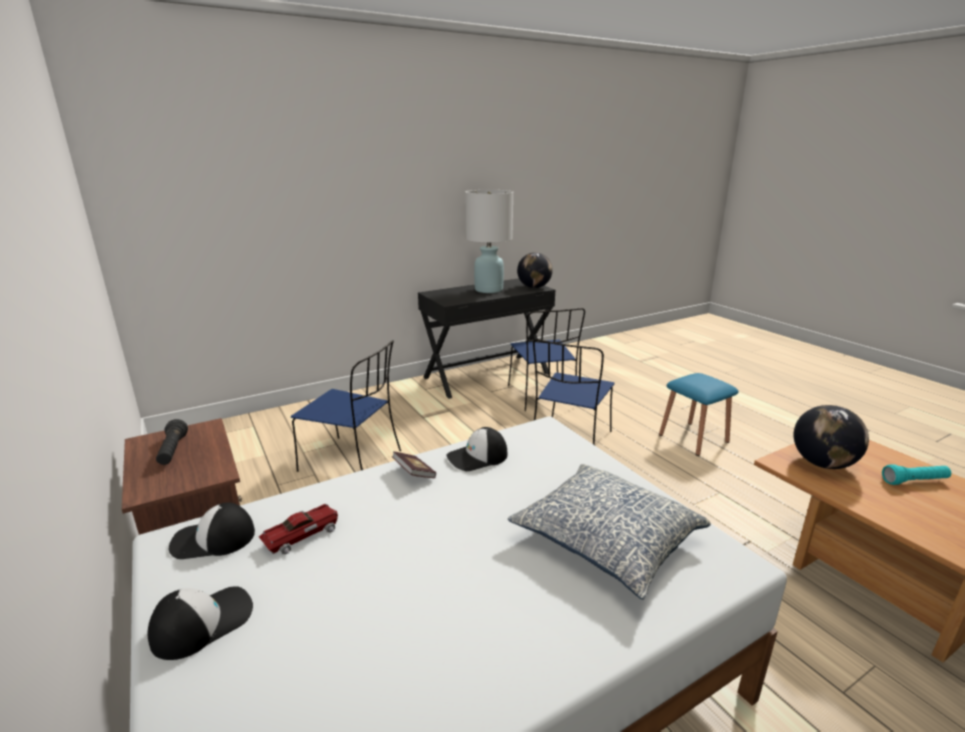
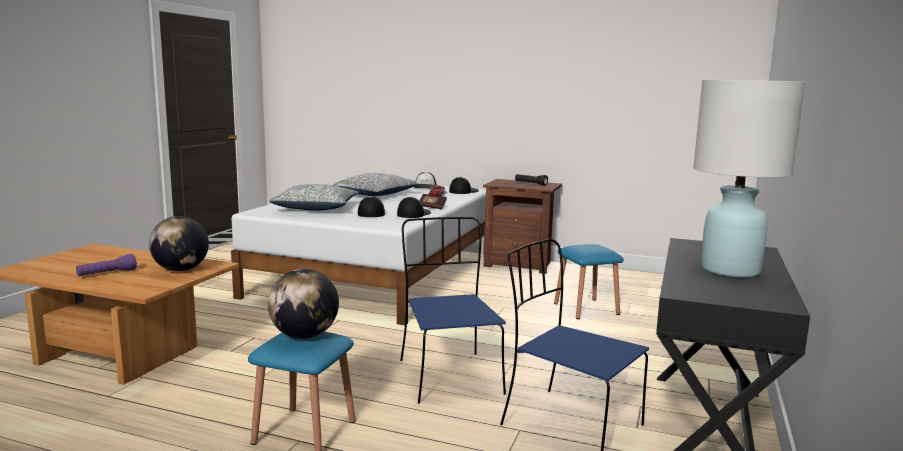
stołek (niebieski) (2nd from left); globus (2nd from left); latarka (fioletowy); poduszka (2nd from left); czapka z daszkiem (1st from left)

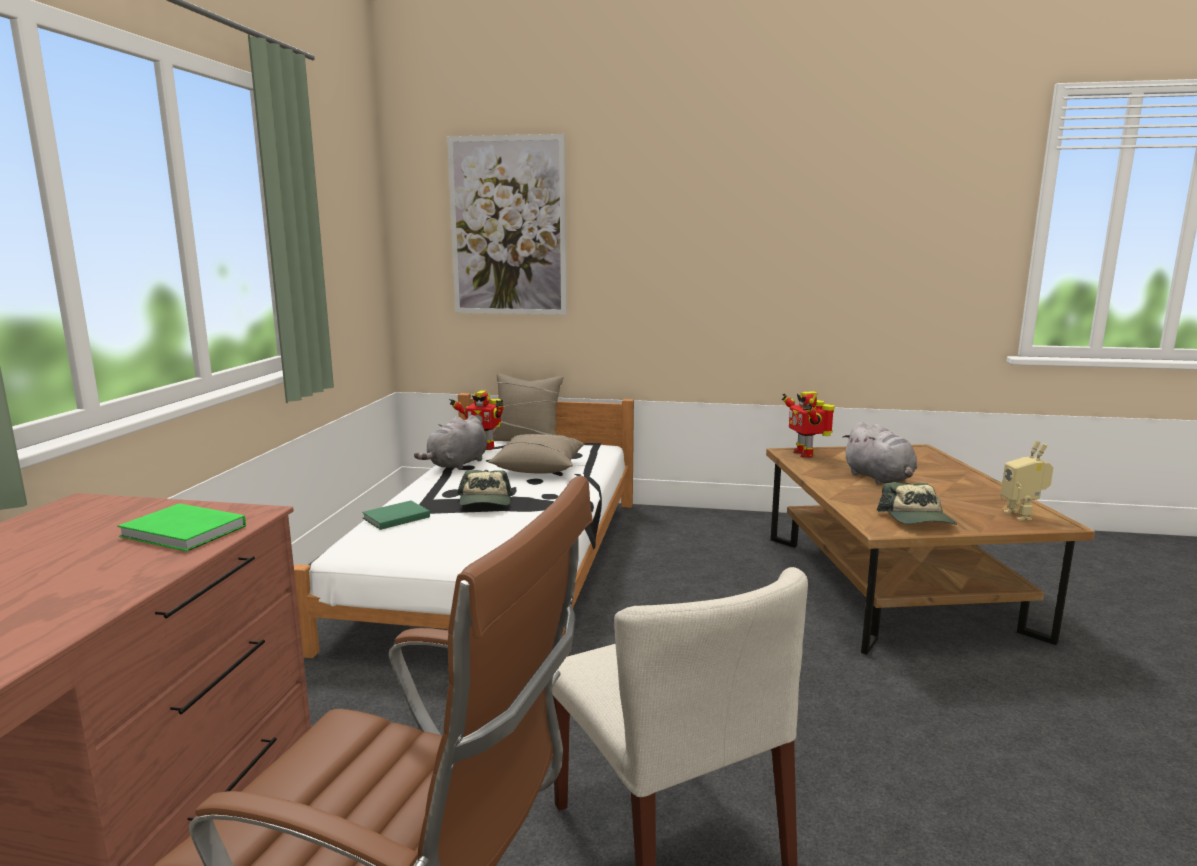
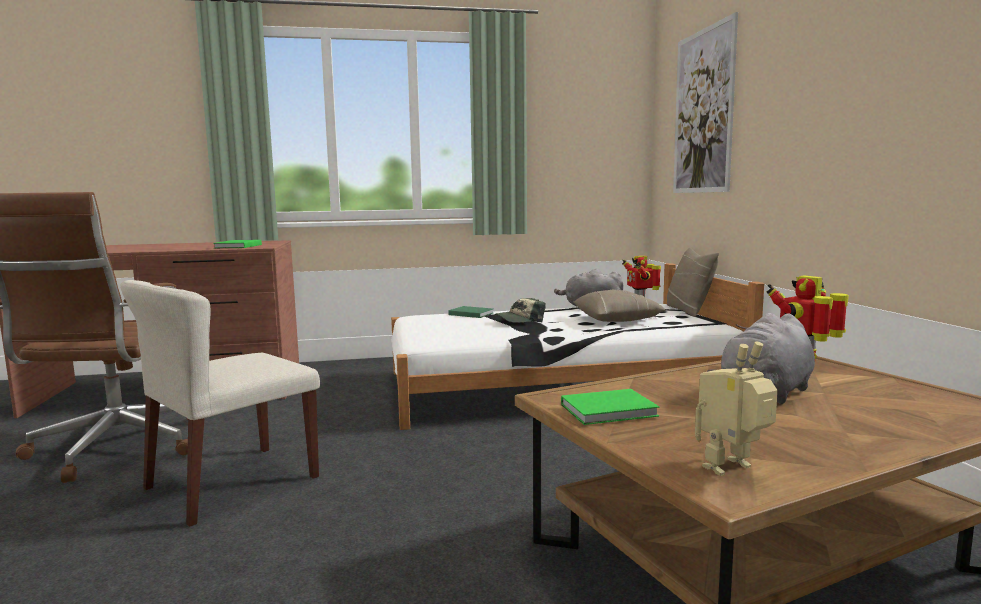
książka (zielony) (3rd from left)

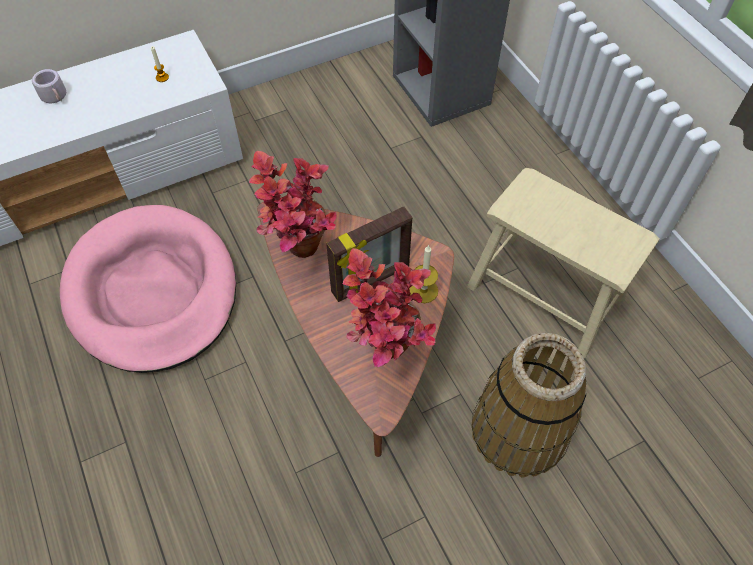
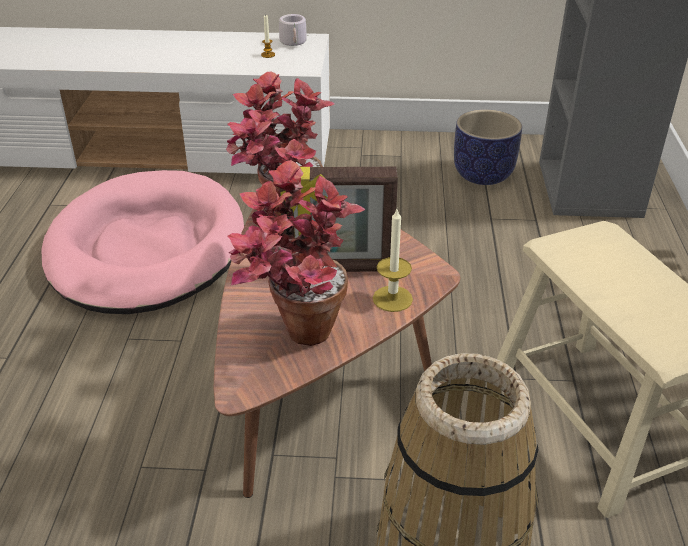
kubek (szary); donica

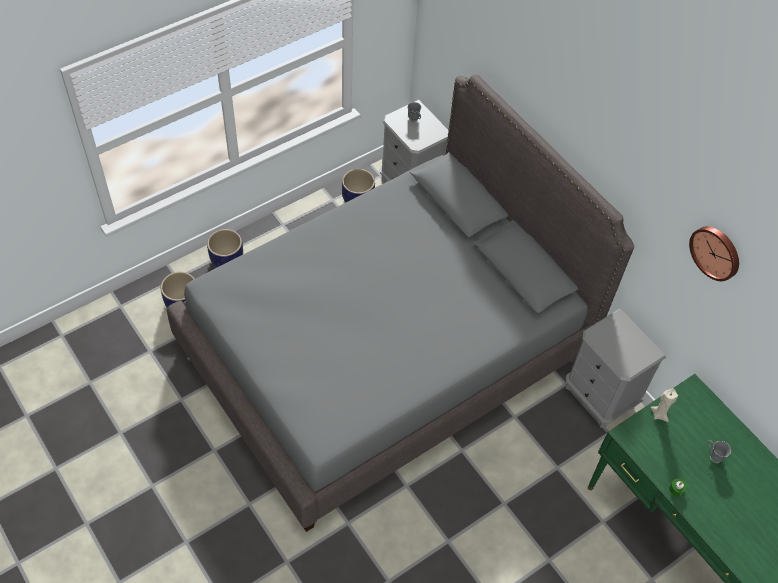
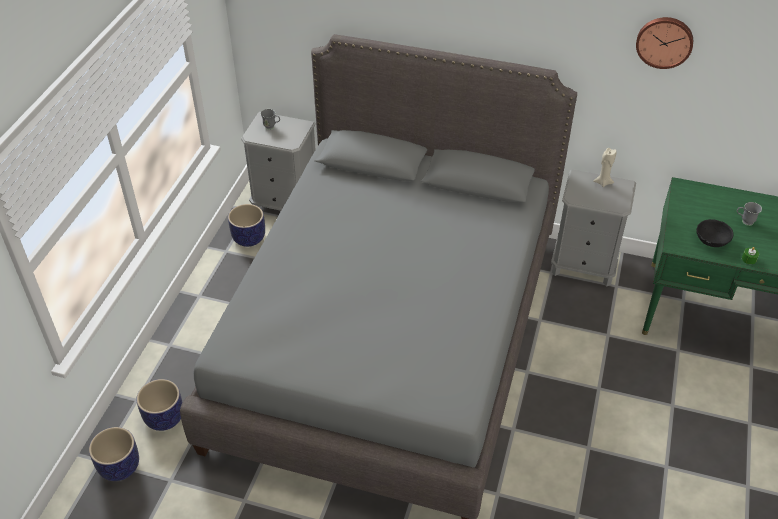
donica (1st from left); świeca (beżowy); miska (czarny)

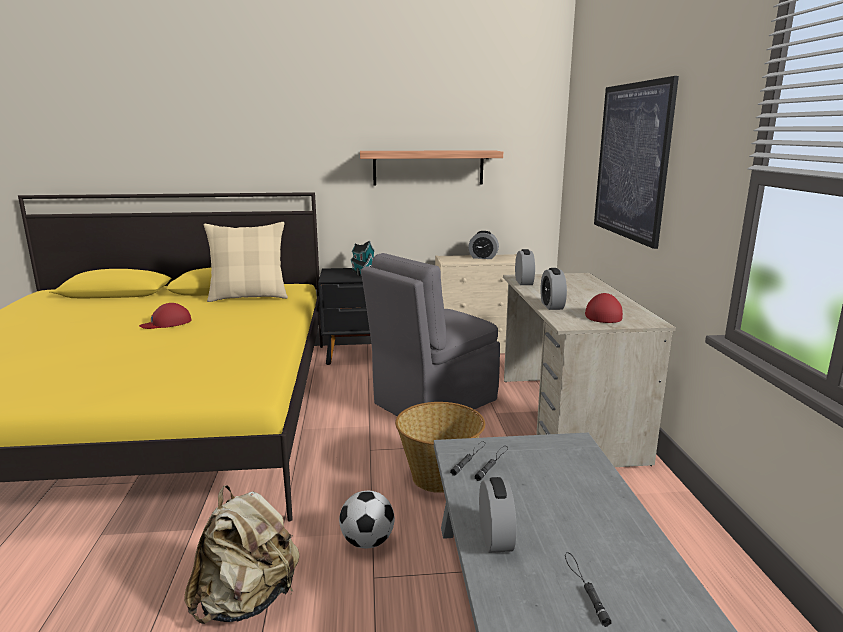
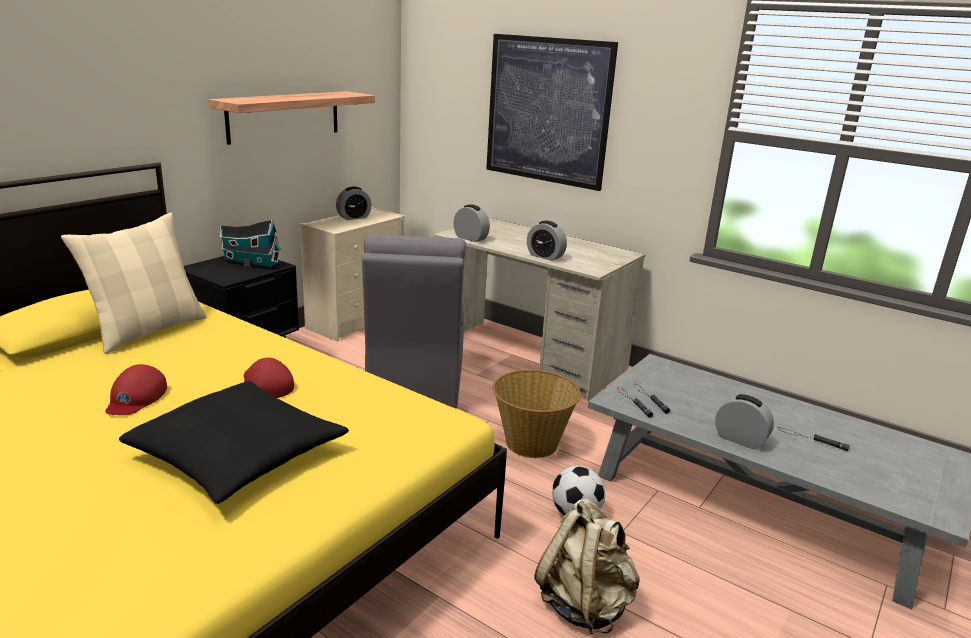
czapka z daszkiem (czerwony) (2nd from left); poduszka (czarny)

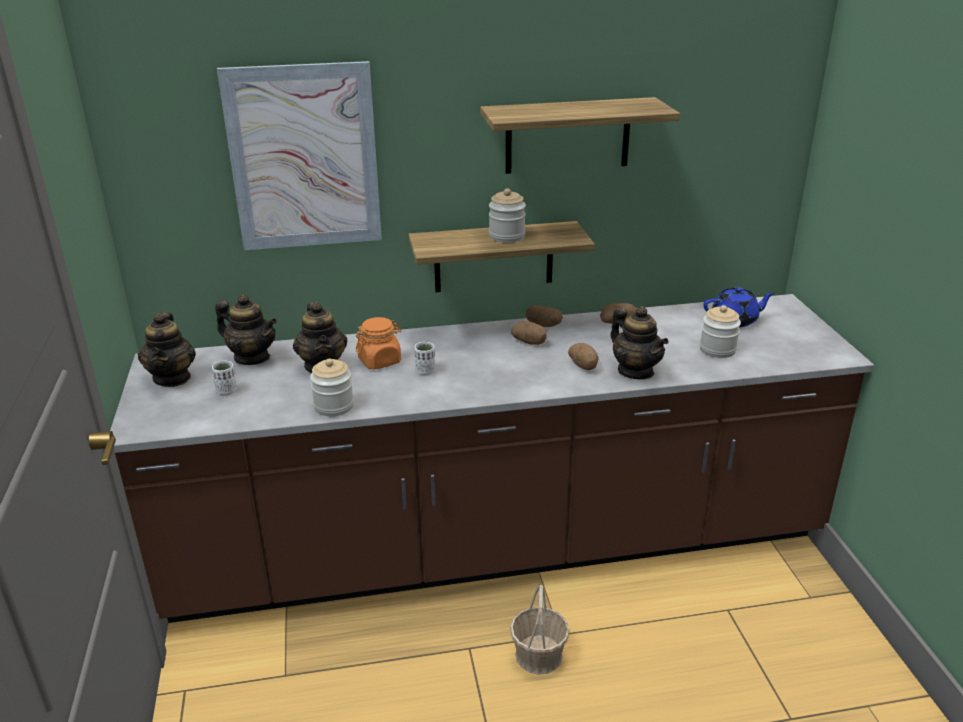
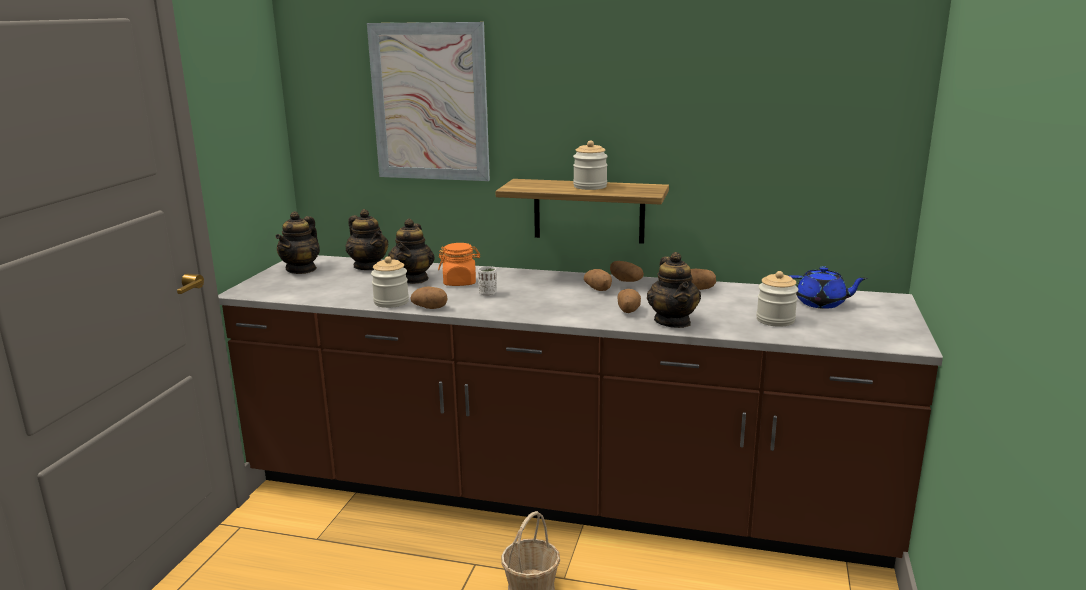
filiżanka (biały) (1st from left in the first image); półka (2nd from left in the first image); ziemniak (1st from left)

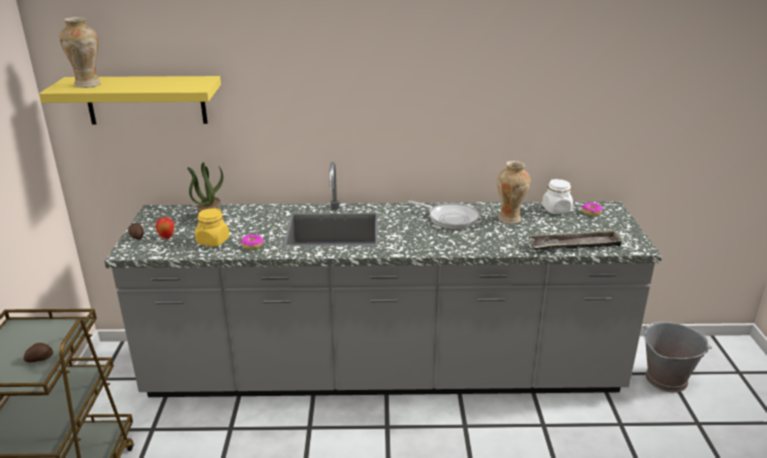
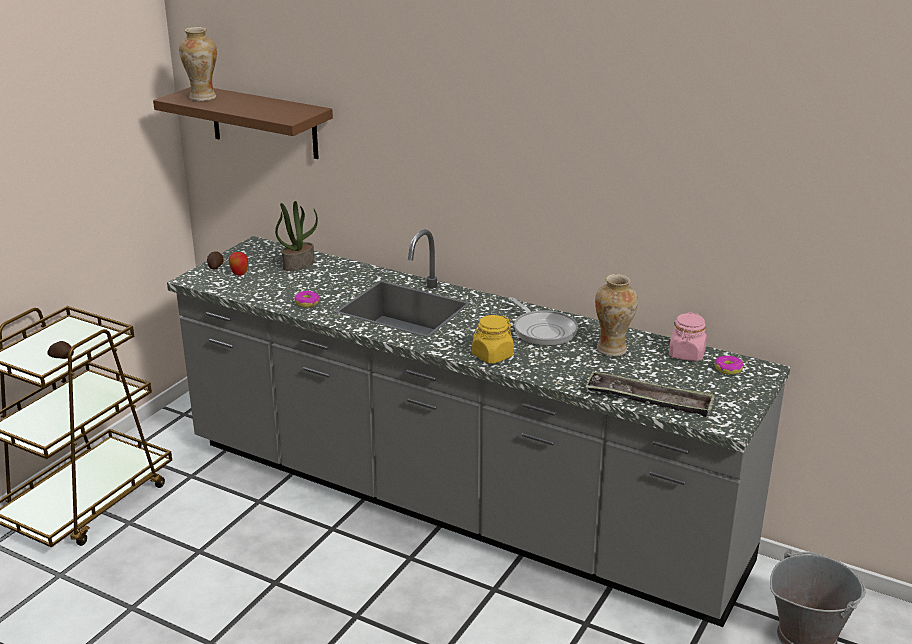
półka (brązowy); słoik (żółty); słoik (różowy)

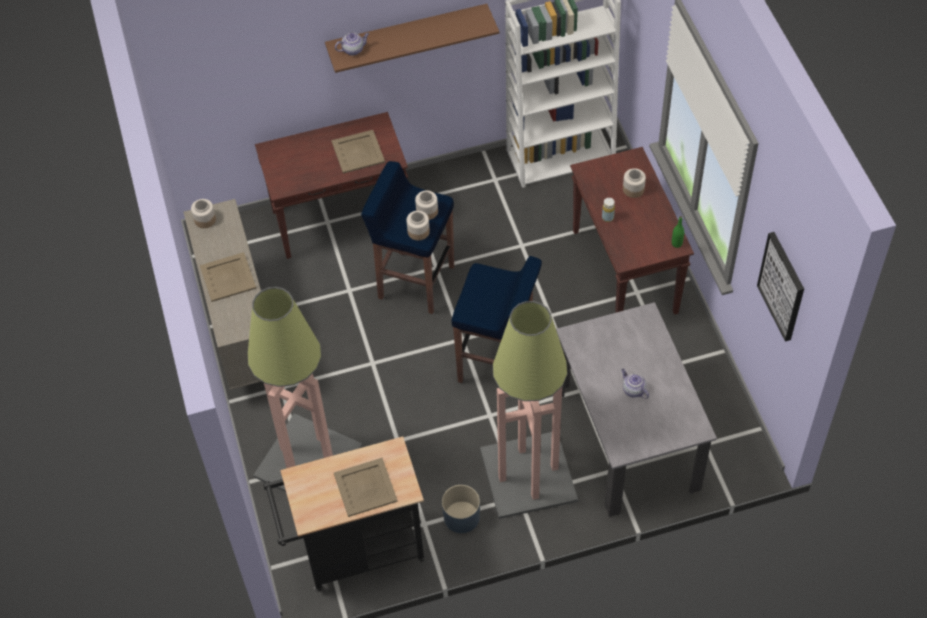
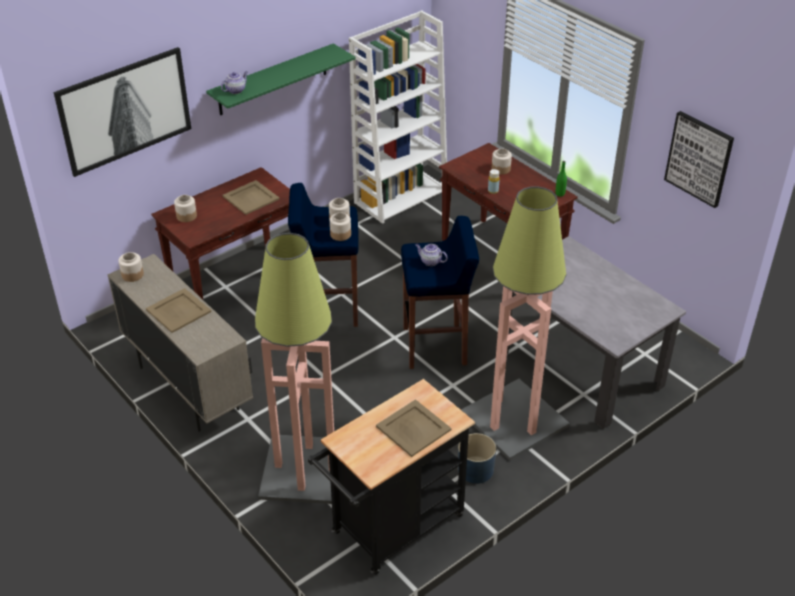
półka (zielony); imbryk (2nd from left); obraz (1st from left); słoik (2nd from left)

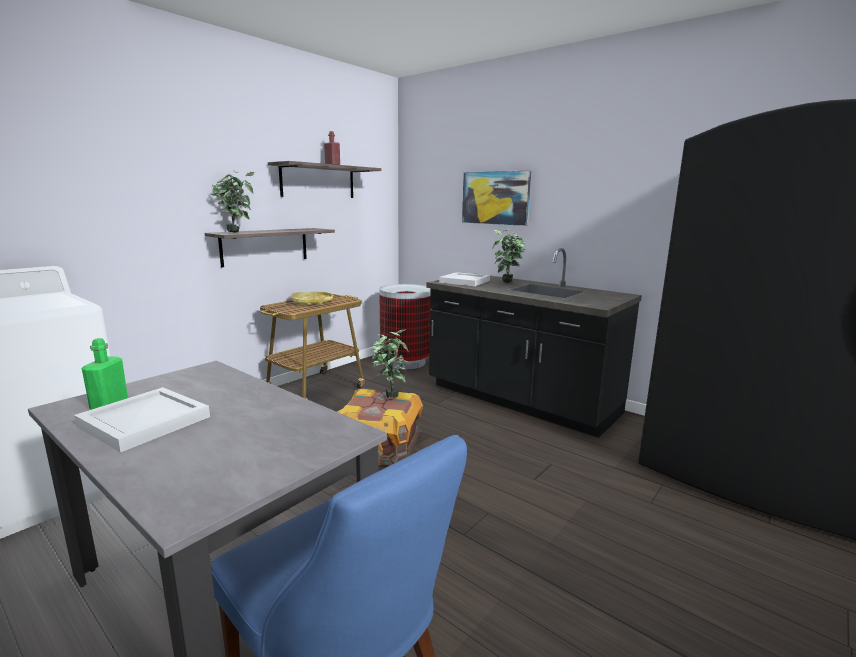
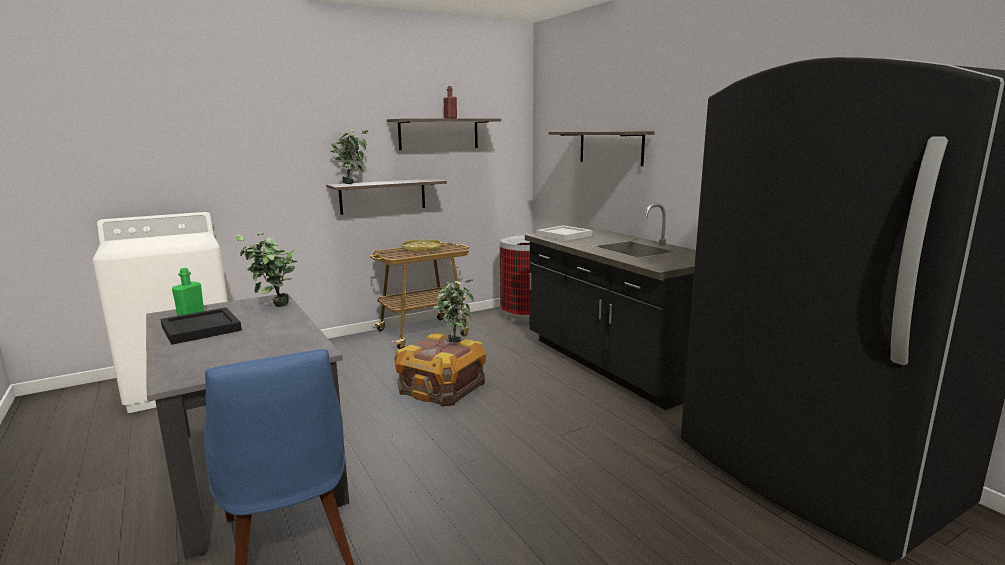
taca (czarny); półka (3rd from left); roślina doniczkowa (1st from left)

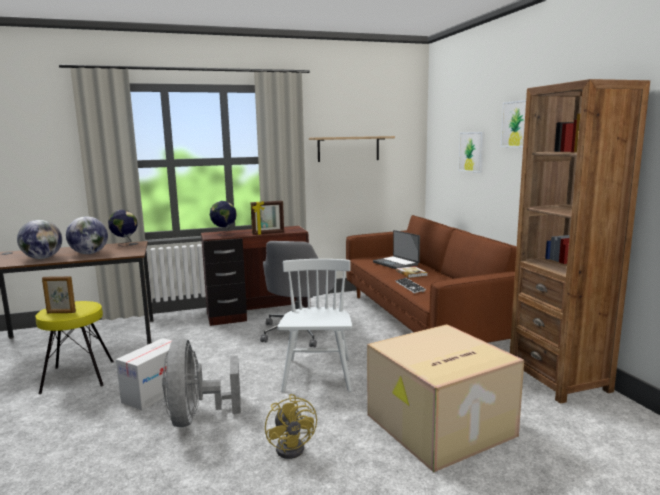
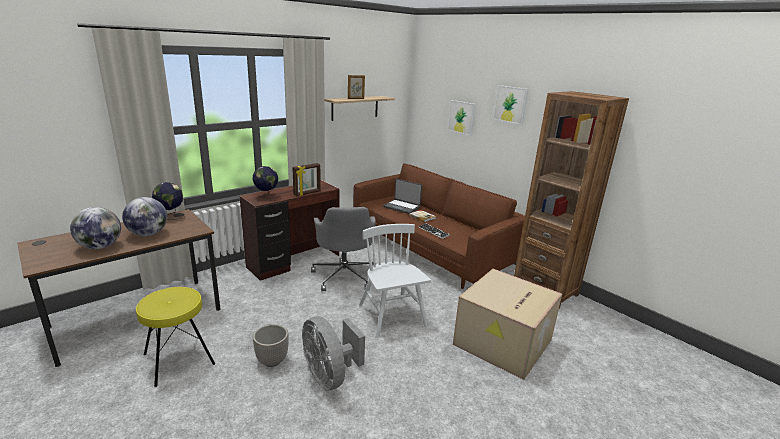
ramka na zdjęcie (2nd from left); donica; wentylator (żółty)

